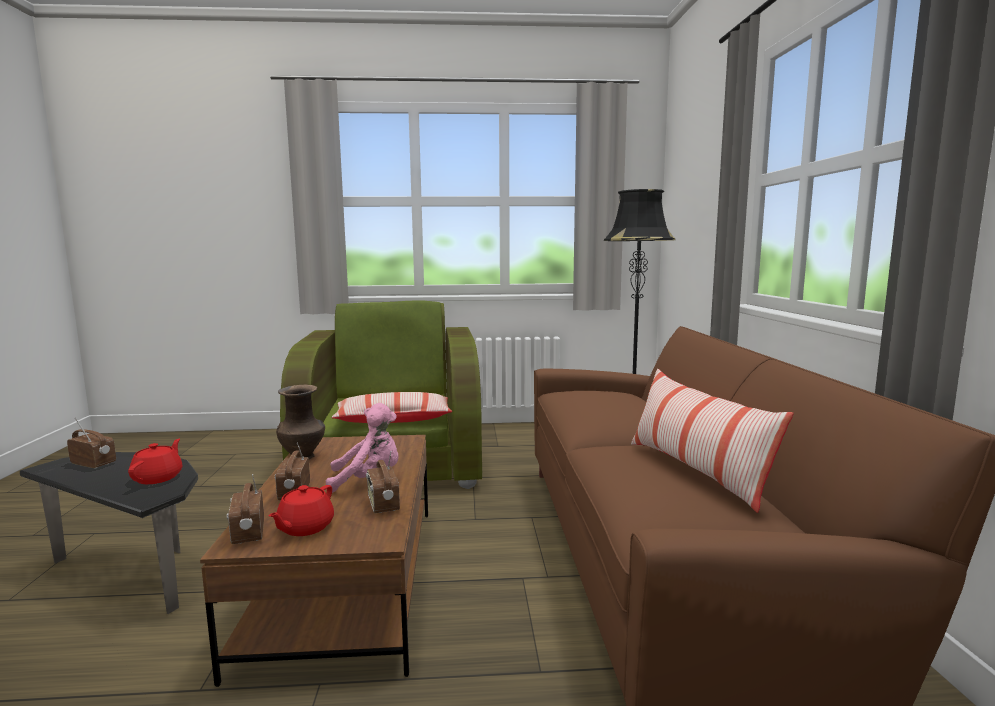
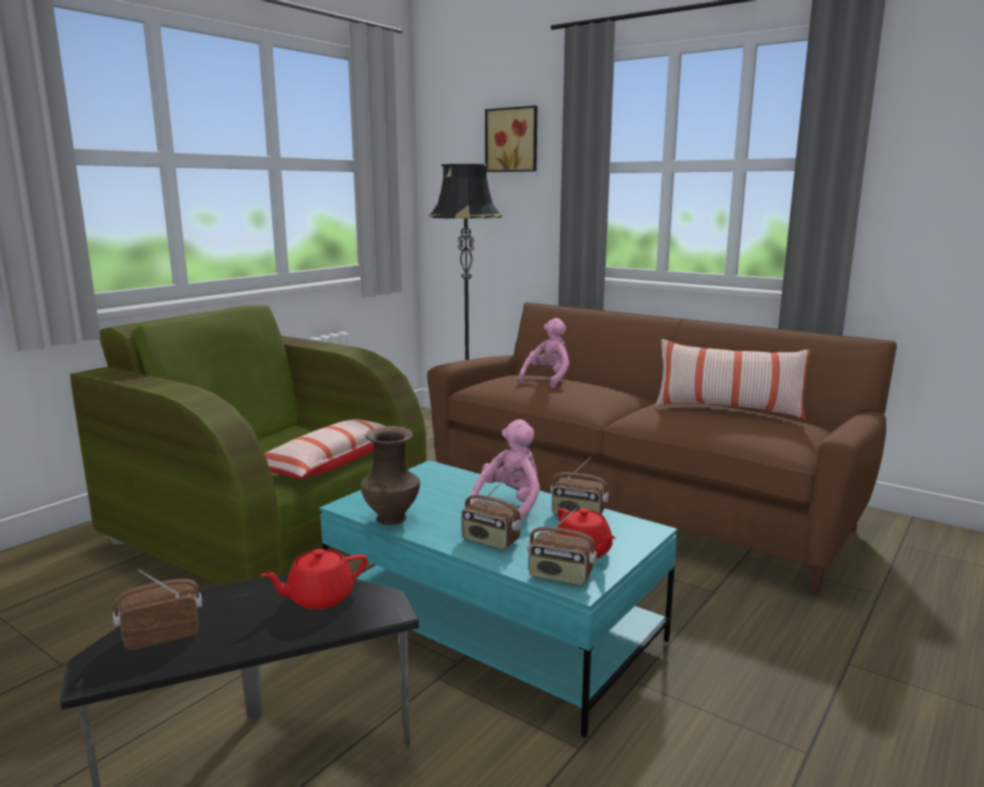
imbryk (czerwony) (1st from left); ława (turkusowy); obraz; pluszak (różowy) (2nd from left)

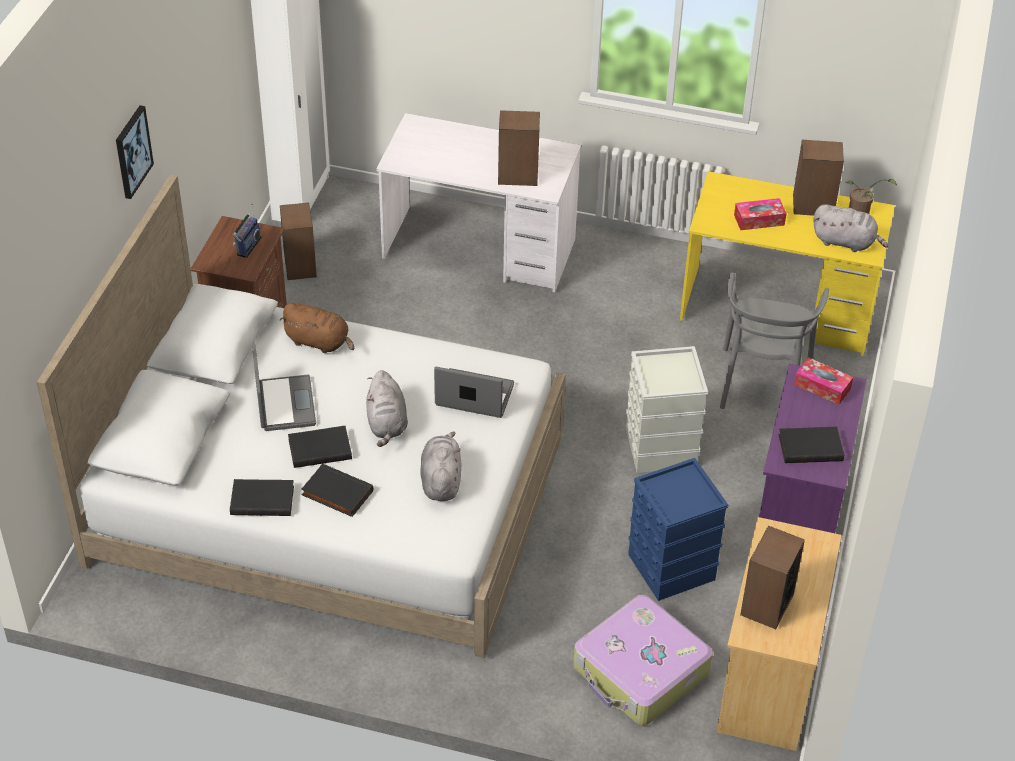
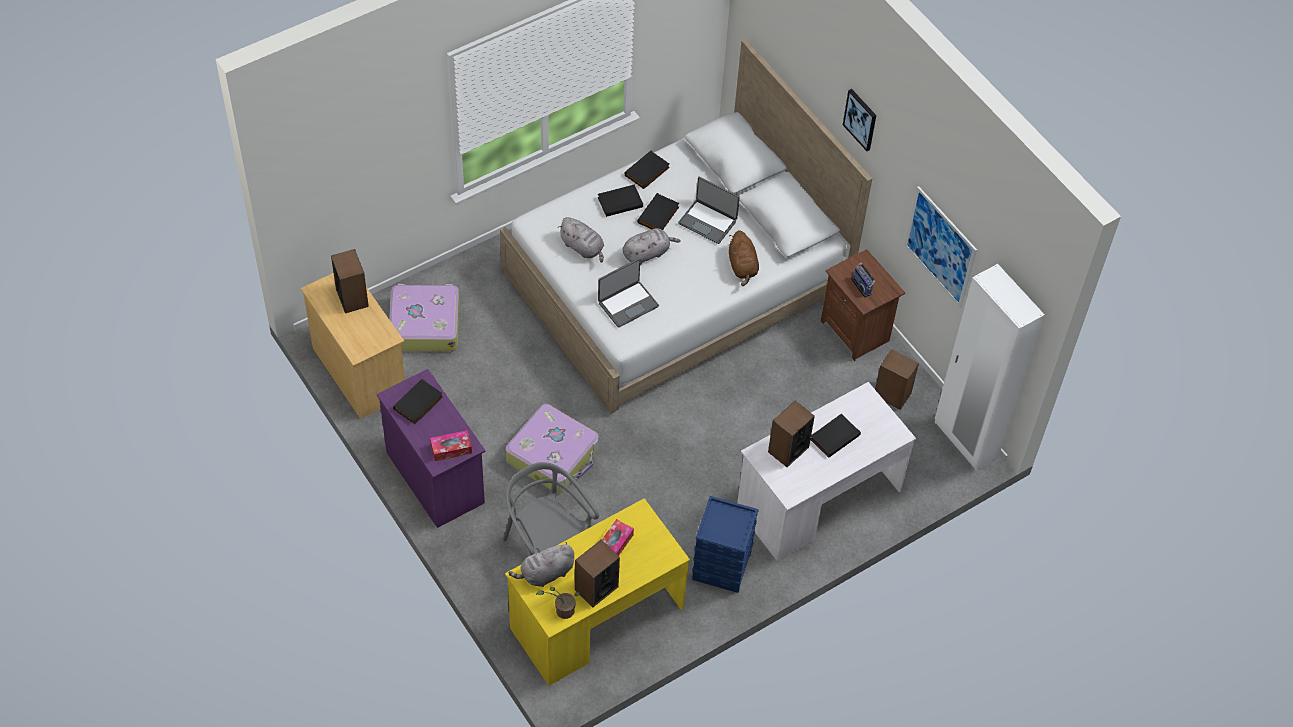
pluszak (brązowy); pluszak (szary) (3rd from left); walizka (2nd from left); pojemnik do przechowywania (niebieski); książka (czarny) (5th from left); obraz (2nd from left)

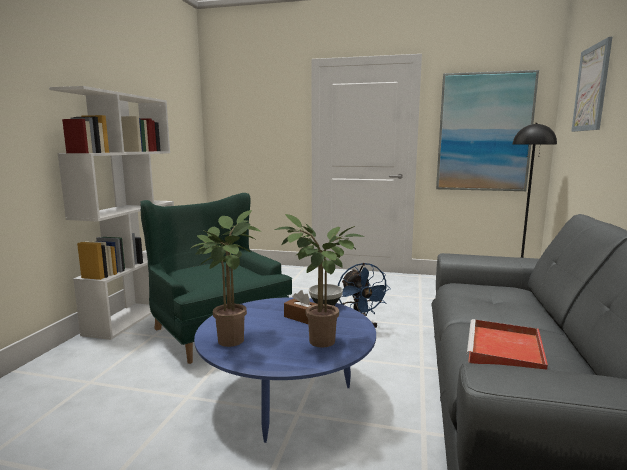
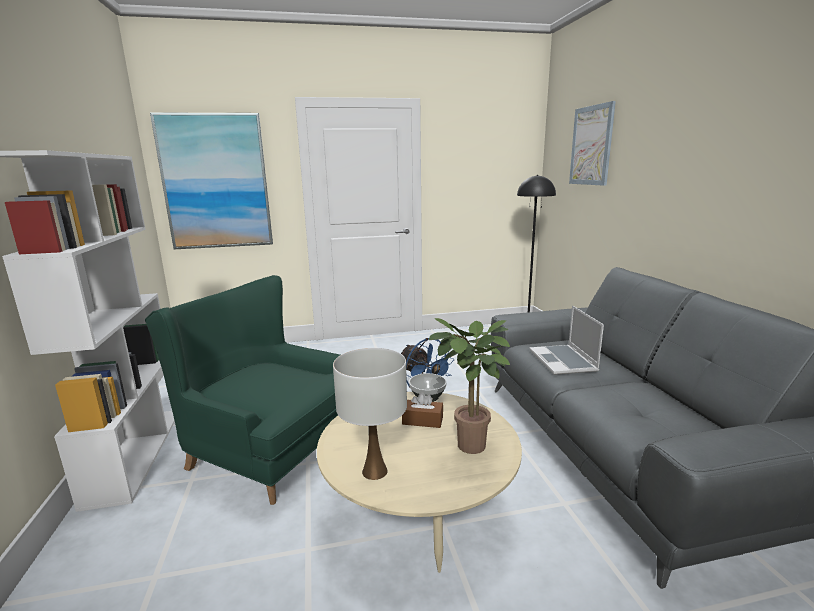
lampa stołowa (biały); ława (beżowy); obraz (1st from left); taca (czerwony); laptop

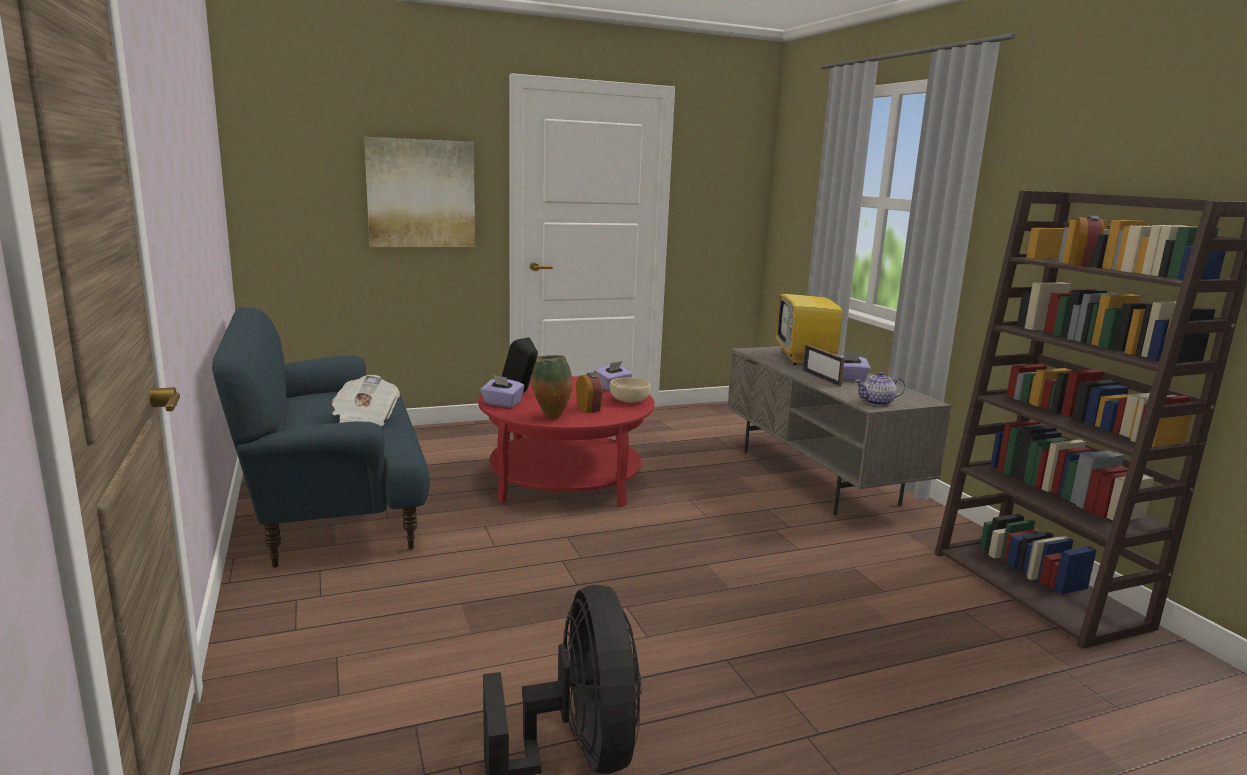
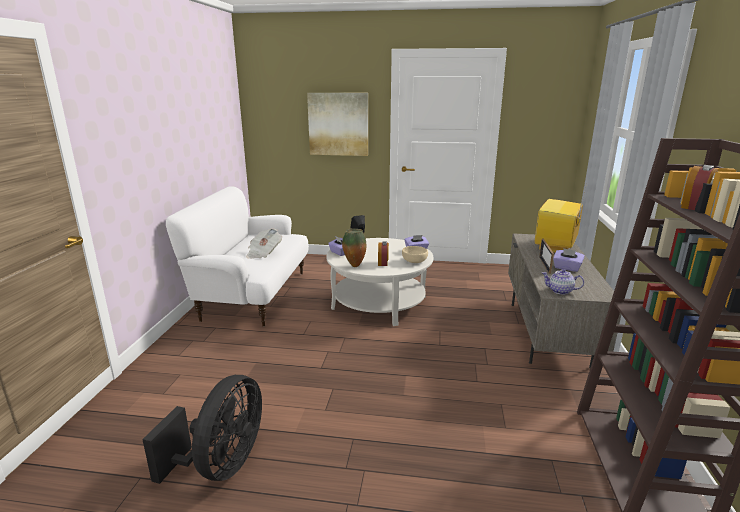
kanapa (biały); ława (biały)

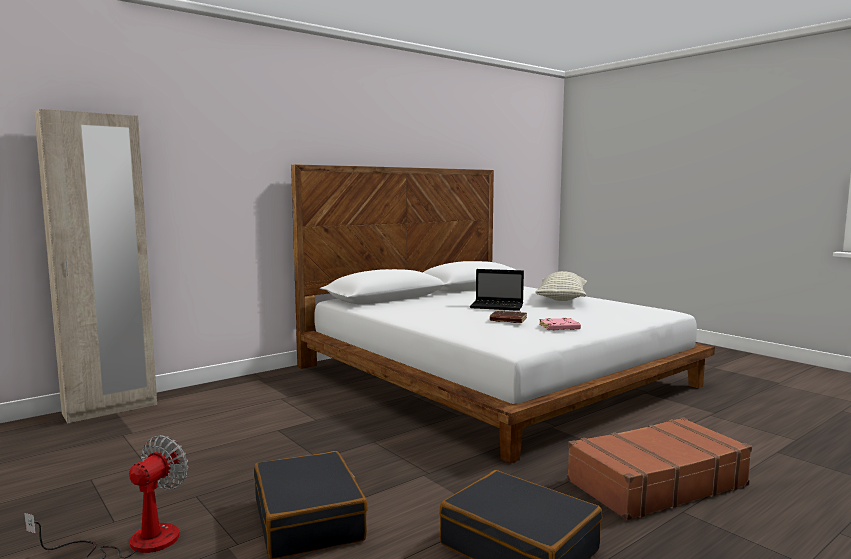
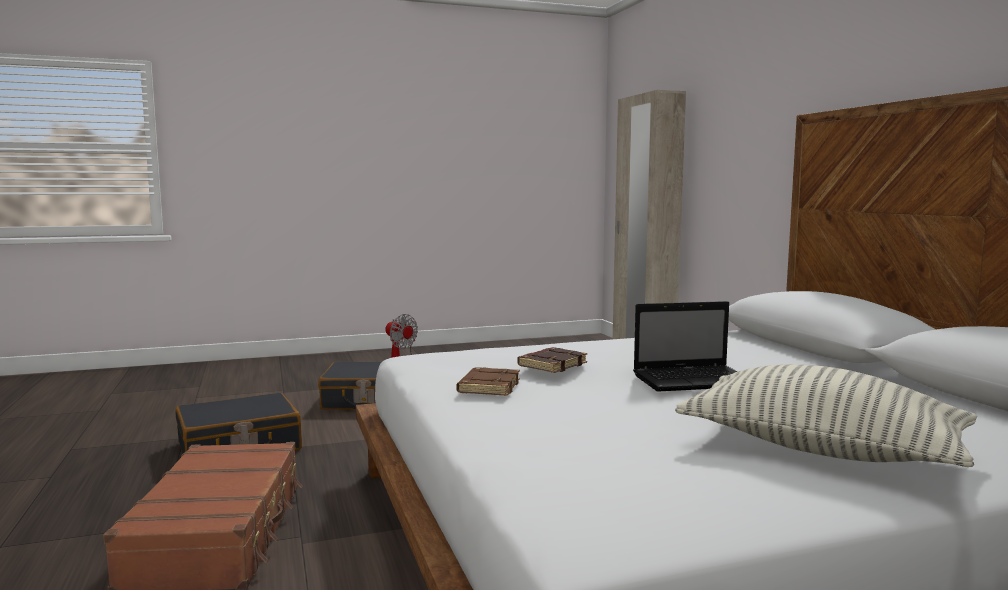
laptop; książka (brązowy) (1st from left)

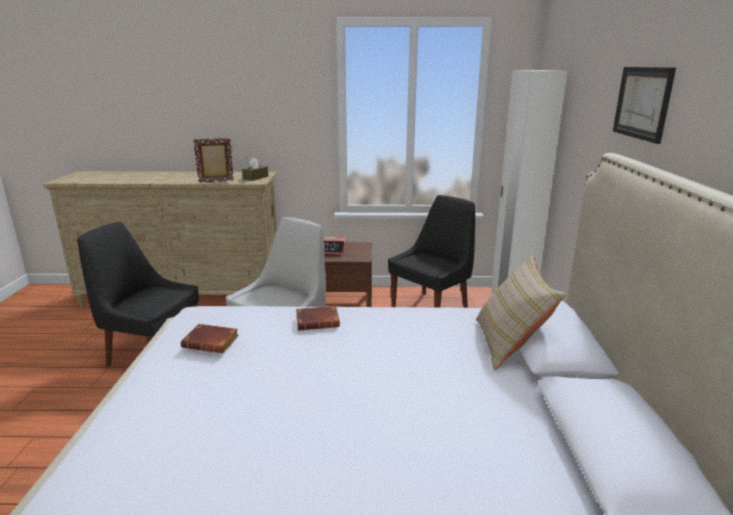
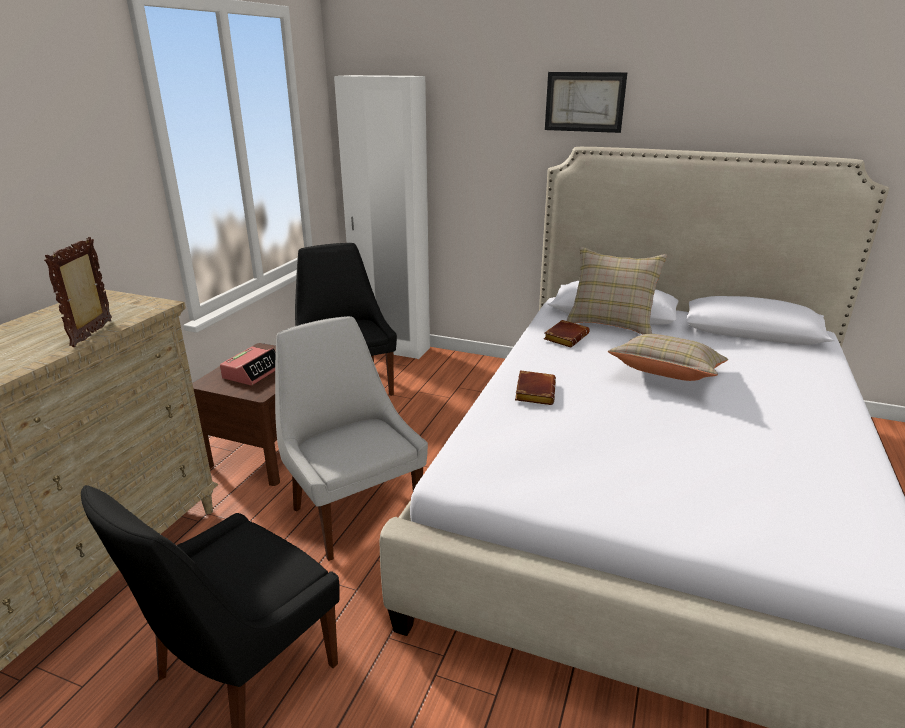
książka (brązowy) (2nd from left); pudełko chusteczek (brązowy); poduszka (beżowy) (2nd from left)

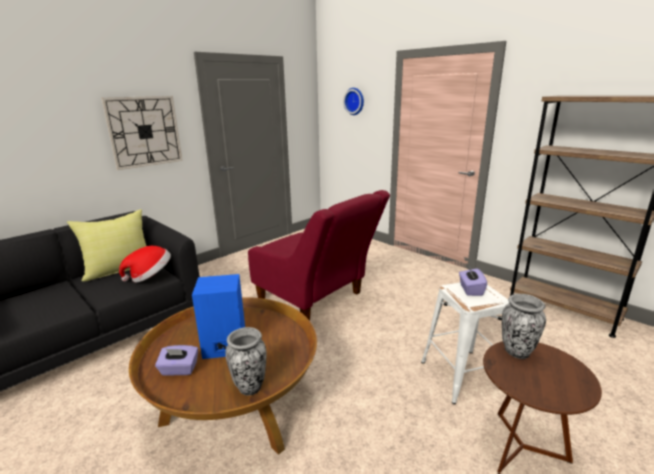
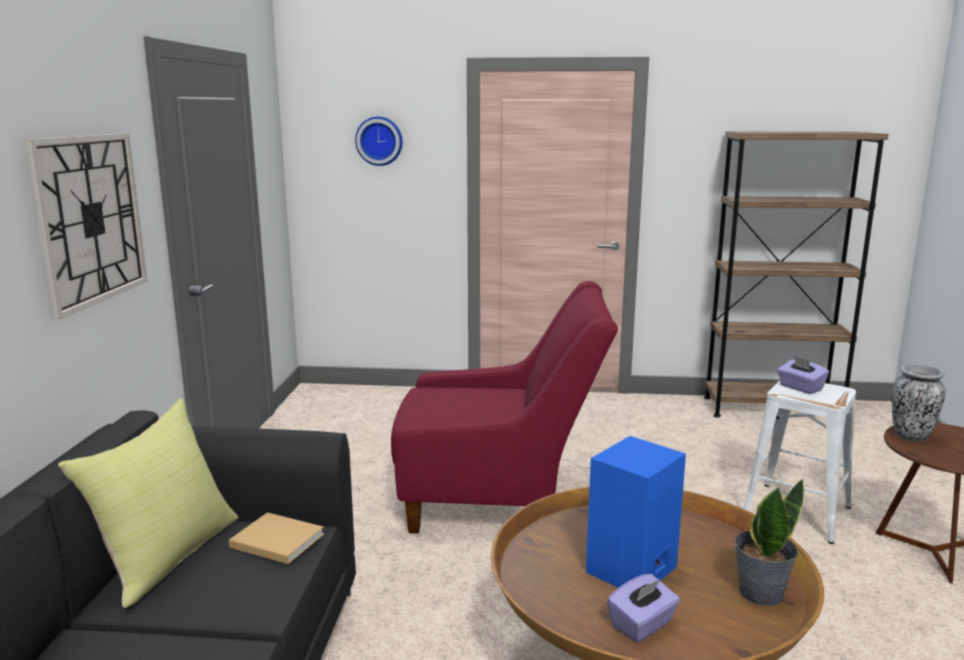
książka (beżowy); roślina doniczkowa

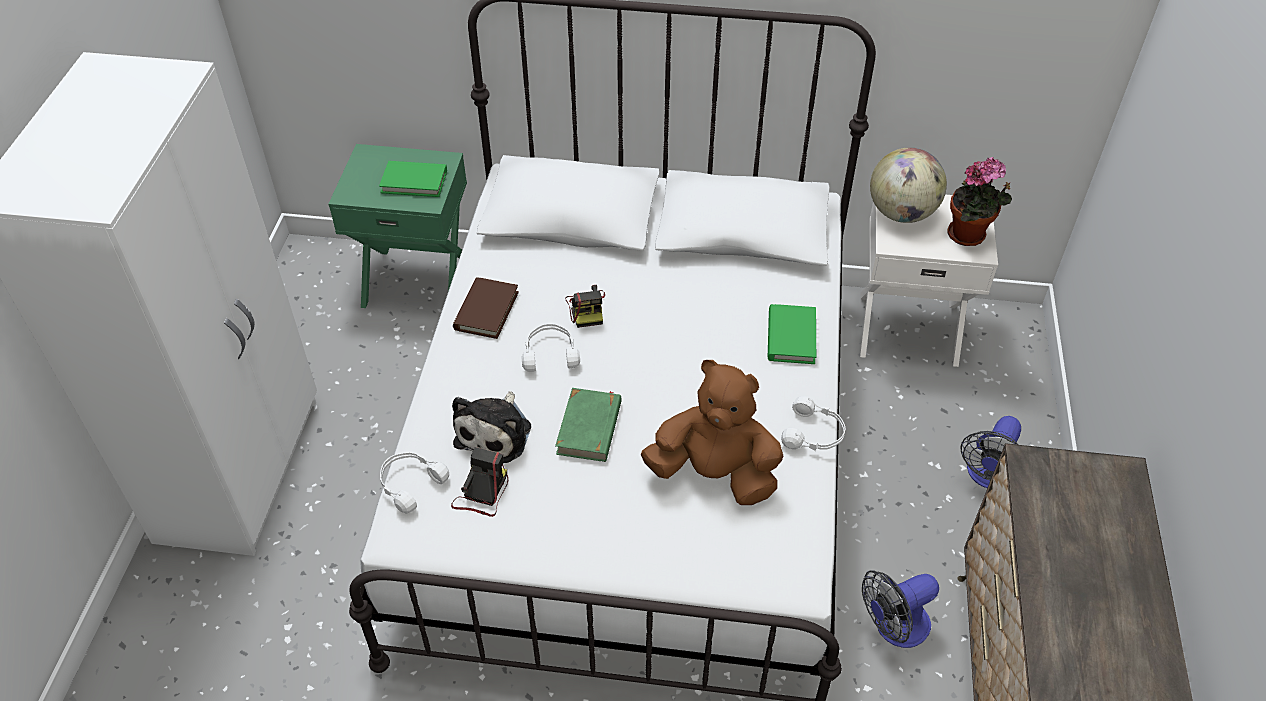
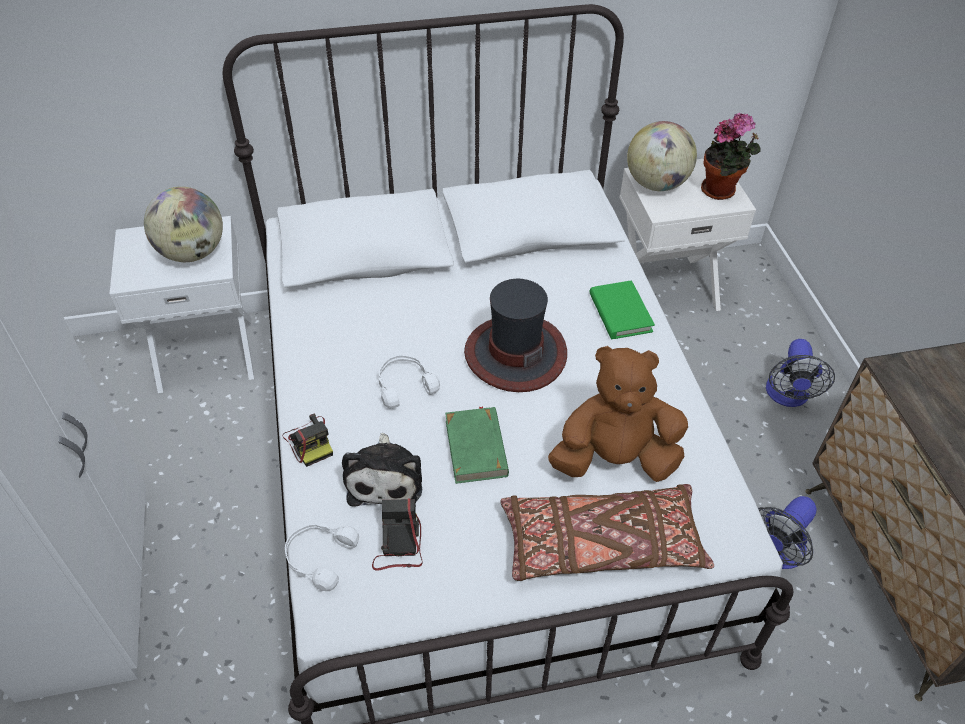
szafka nocna (biały) (1st from left); globus (1st from left); książka (brązowy); aparat fotograficzny (1st from left); słuchawki (biały) (3rd from left in the first image); kapelusz; poduszka (brązowy)

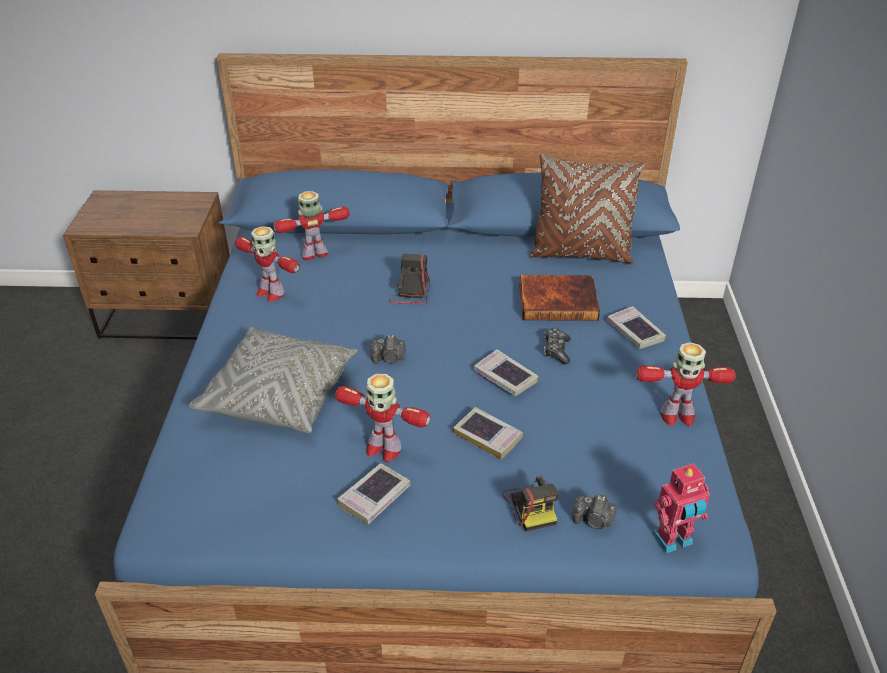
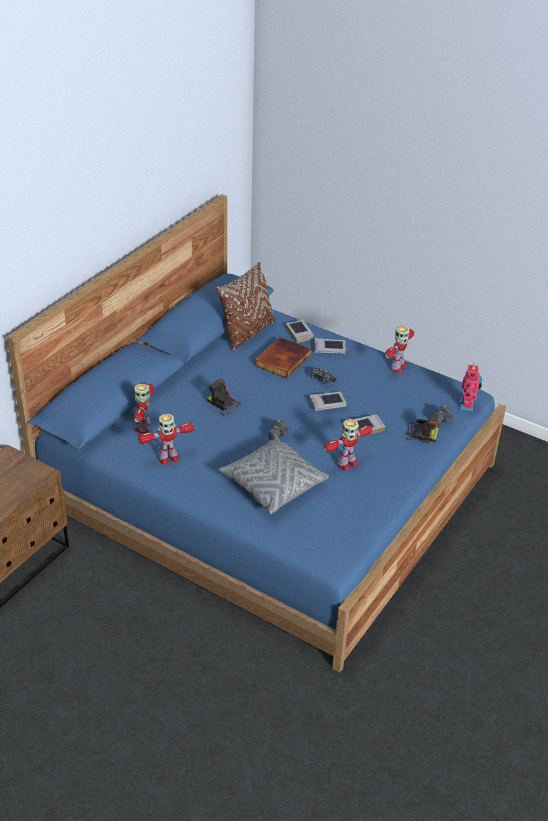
książka (2nd from left)

